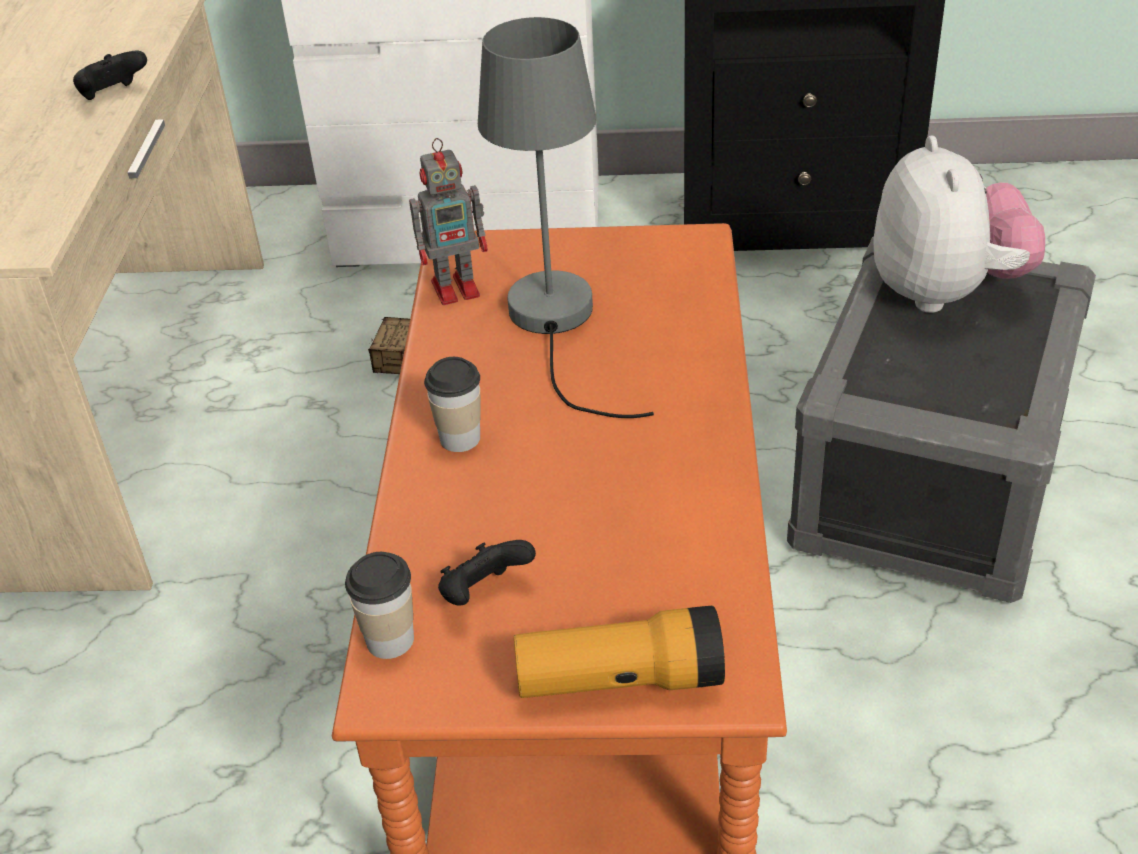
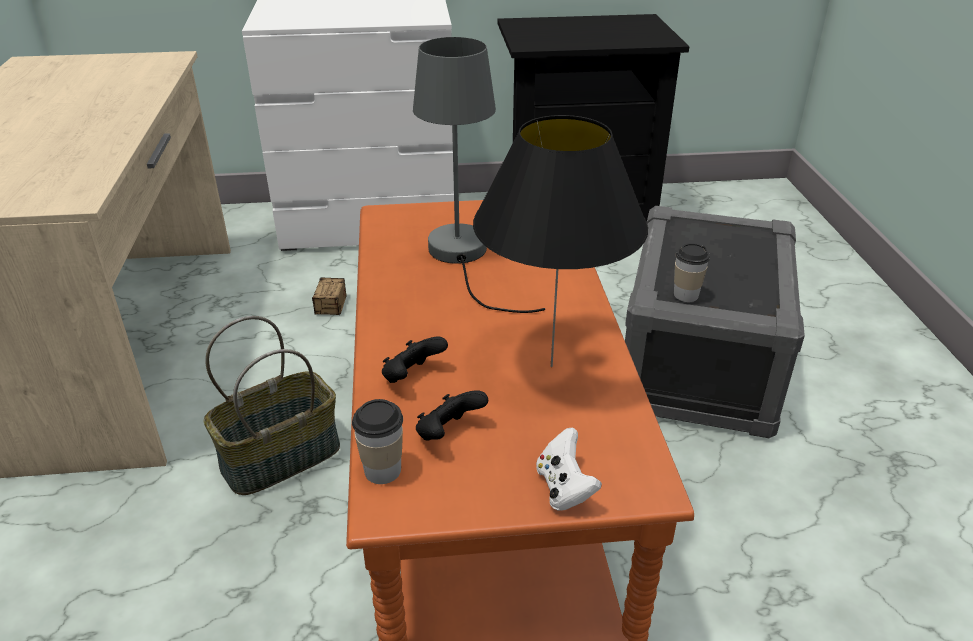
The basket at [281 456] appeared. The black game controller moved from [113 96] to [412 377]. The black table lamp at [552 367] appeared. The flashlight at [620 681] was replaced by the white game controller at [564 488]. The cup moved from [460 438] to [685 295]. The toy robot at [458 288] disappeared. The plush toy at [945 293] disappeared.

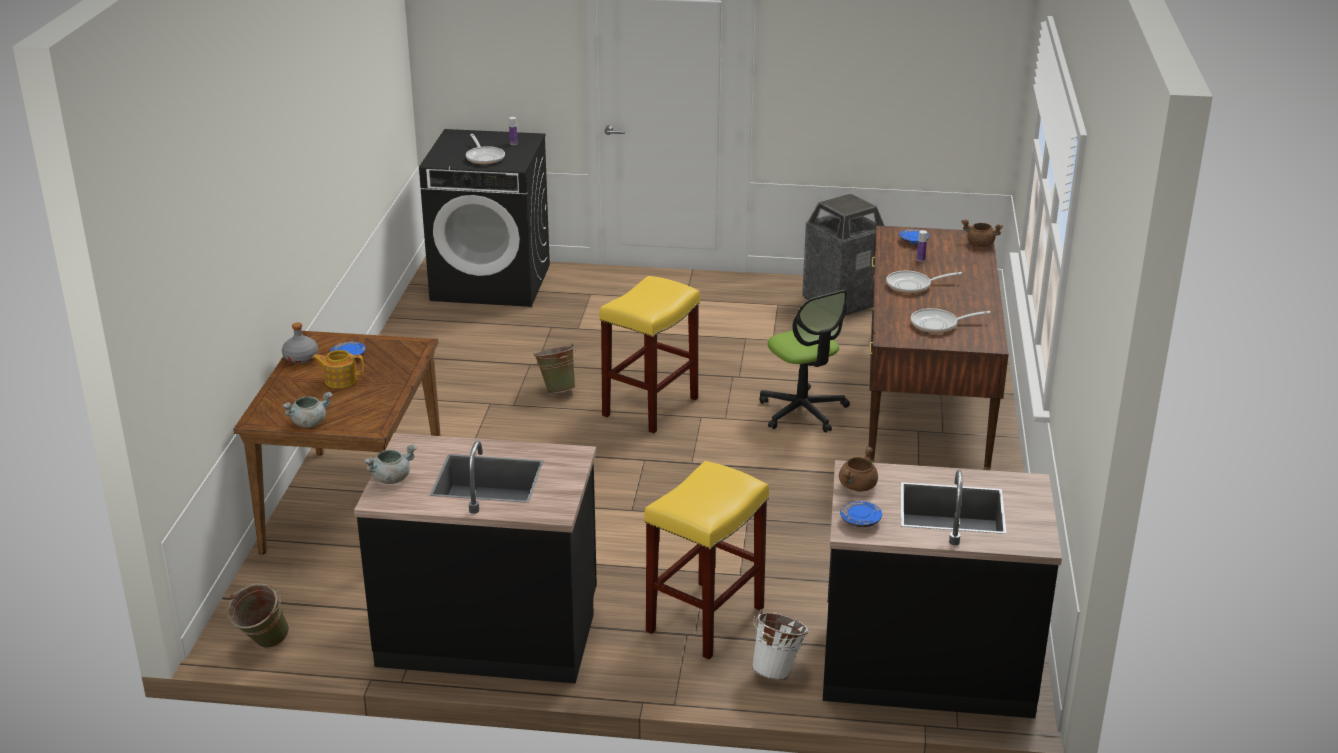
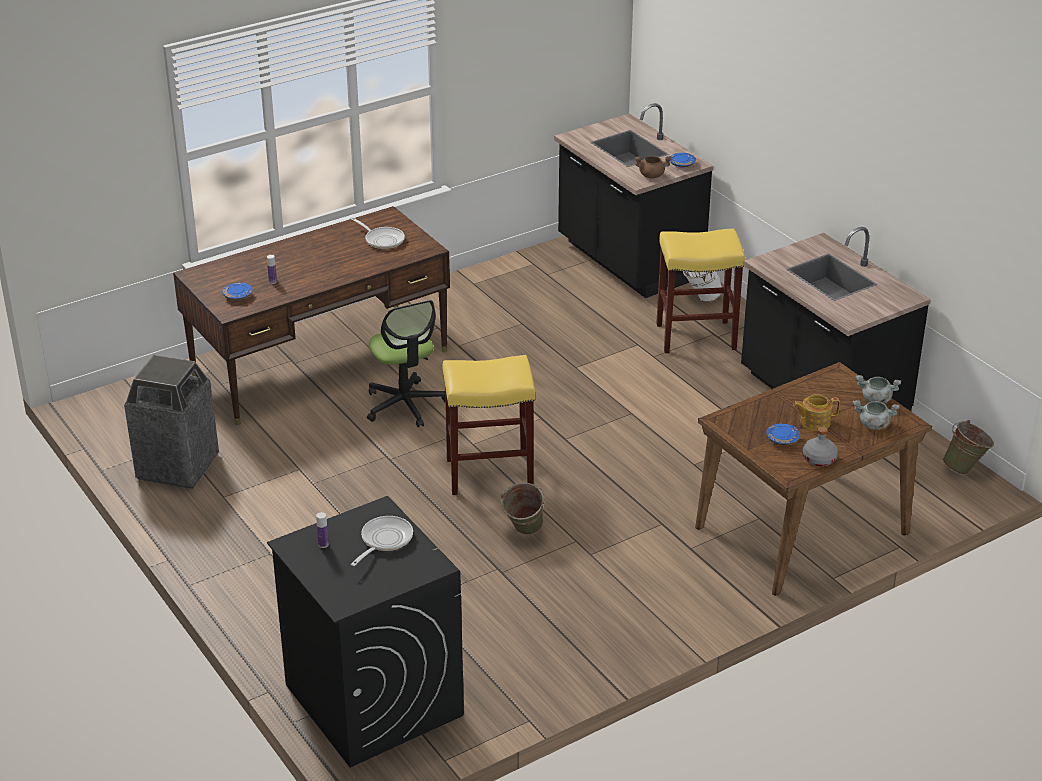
The office chair at [803 411] turned 135 degrees clockwise. The teapot at [340 380] turned 120 degrees clockwise. The grey cooking pot moved from [391 478] to [873 425]. The frying pan at [912 285] disappeared. The brown cooking pot at [979 244] disappeared.

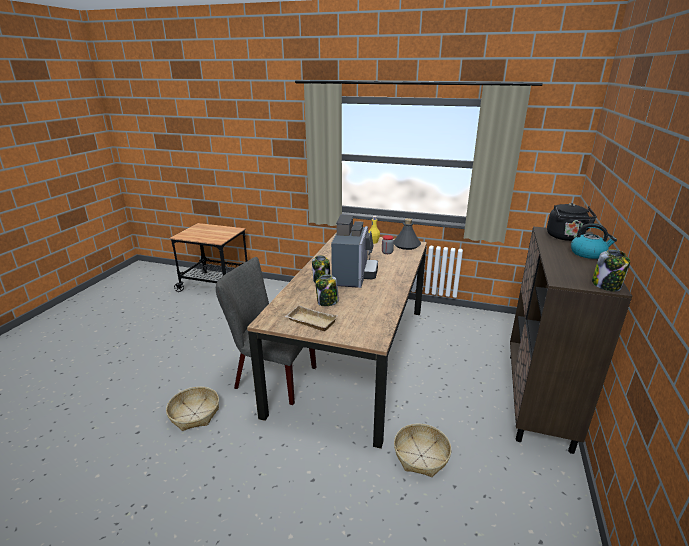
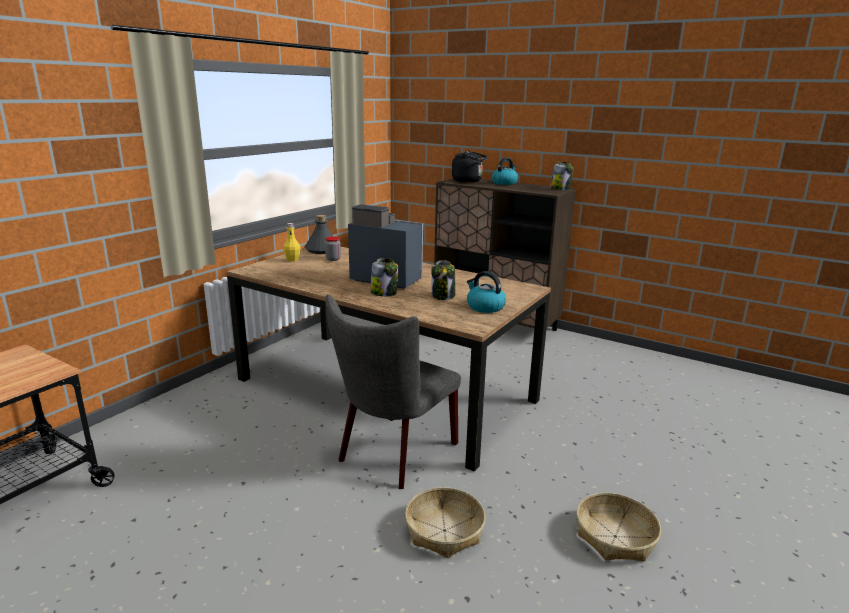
The beige tray at [310 322] was replaced by the kettle at [484 307]. The basket moved from [421 456] to [615 537].

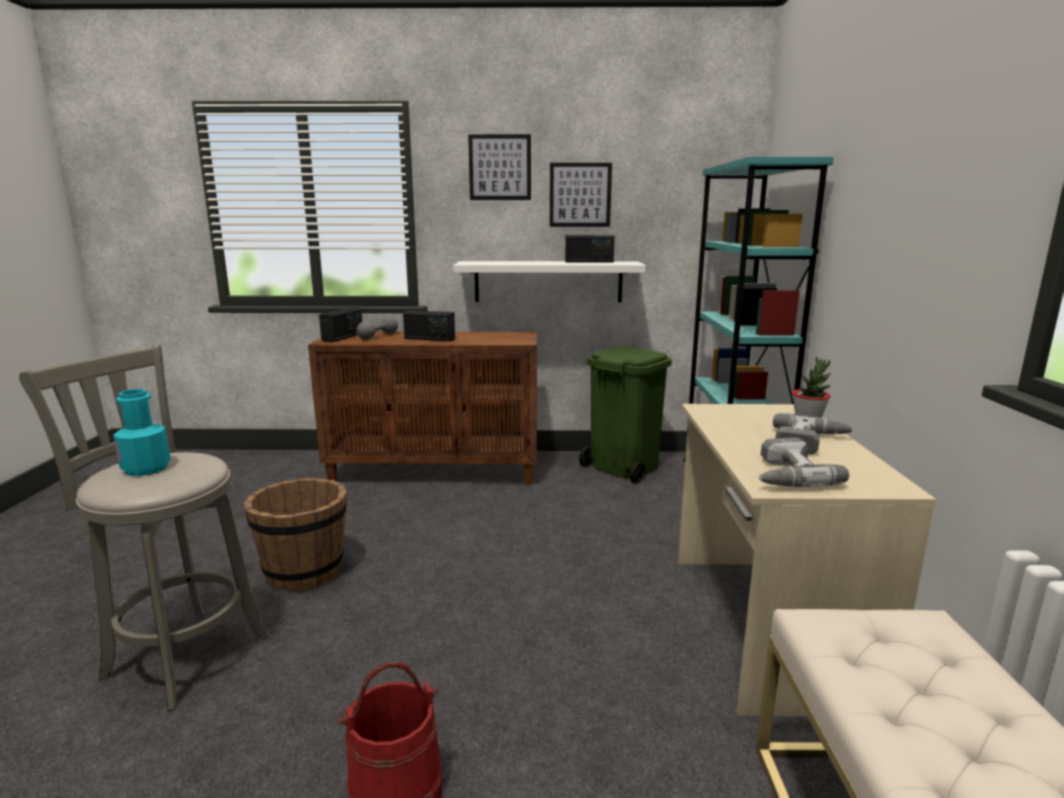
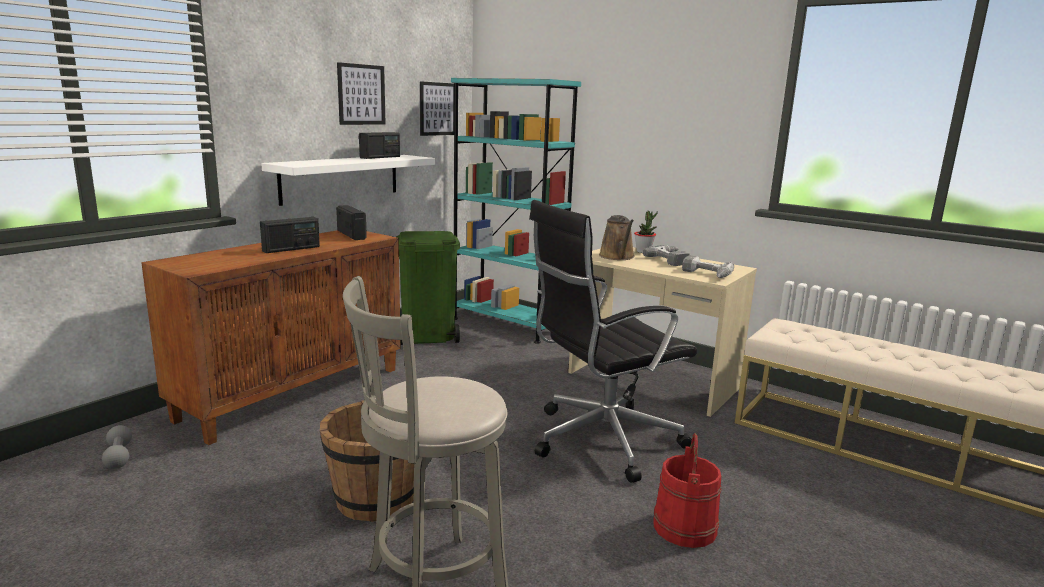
The grey dumbbell moved from [378 336] to [119 456]. The radio moved from [343 337] to [352 235]. The picture moved from [500 167] to [437 109]. The black office chair at [601 440] appeared. The brown watering can at [617 257] appeared. The turquoise bottle at [146 468] disappeared.

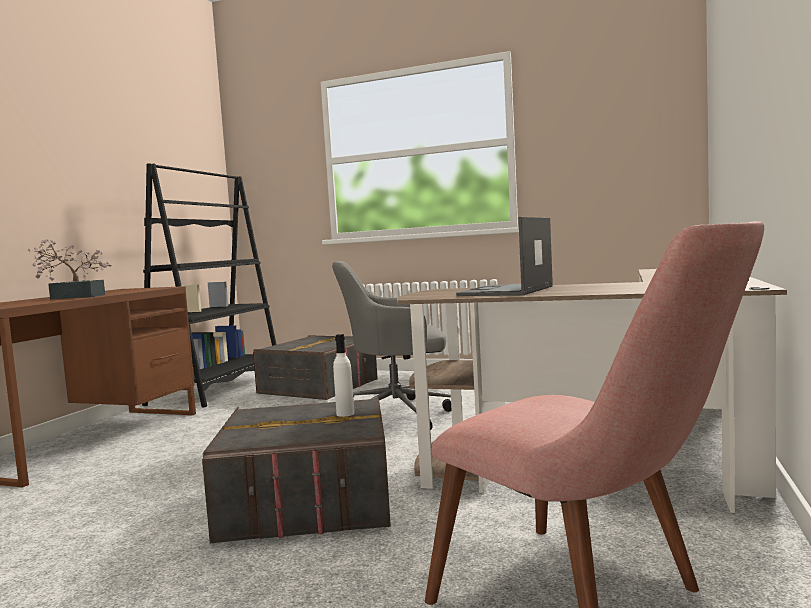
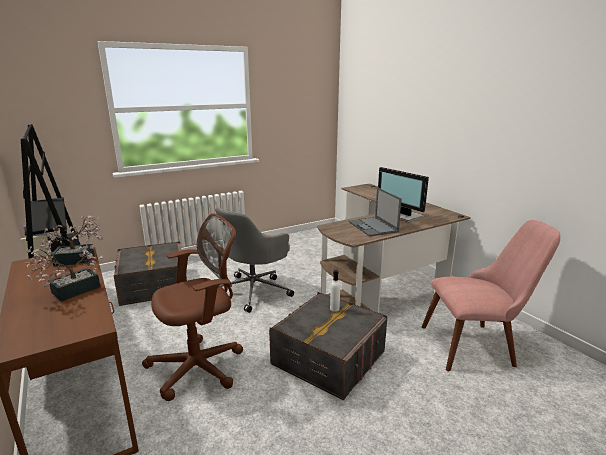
The potted plant at [79 260] appeared. The brown office chair at [200 366] appeared. The monitor at [404 216] appeared.

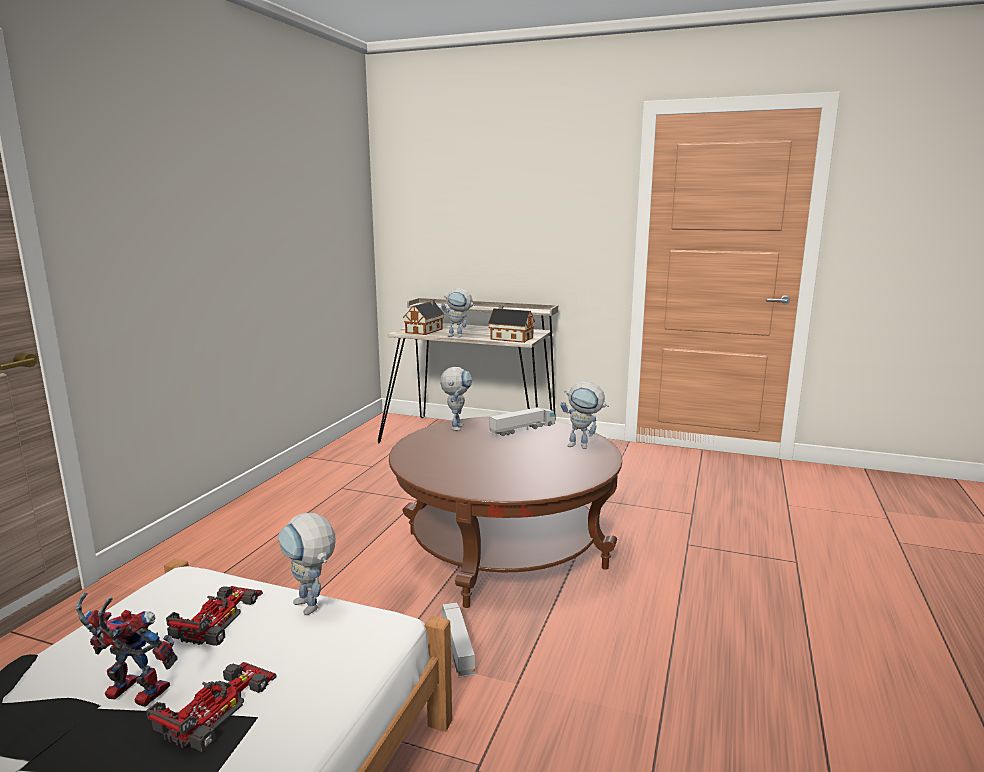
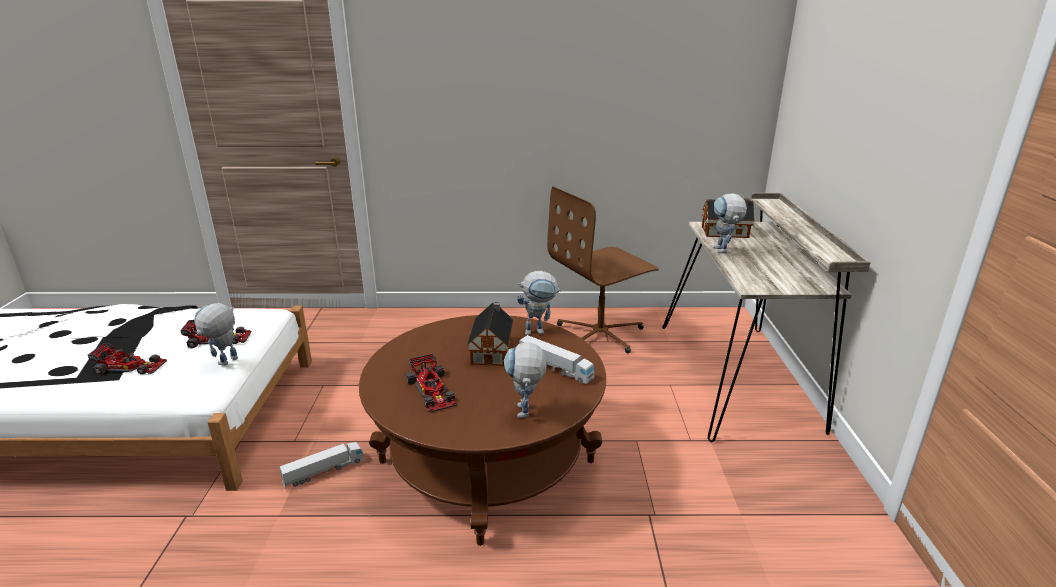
The toy car at [432 390] appeared. The toy house moved from [510 338] to [492 350]. The brown office chair at [600 333] appeared. The toy robot at [129 693] disappeared.

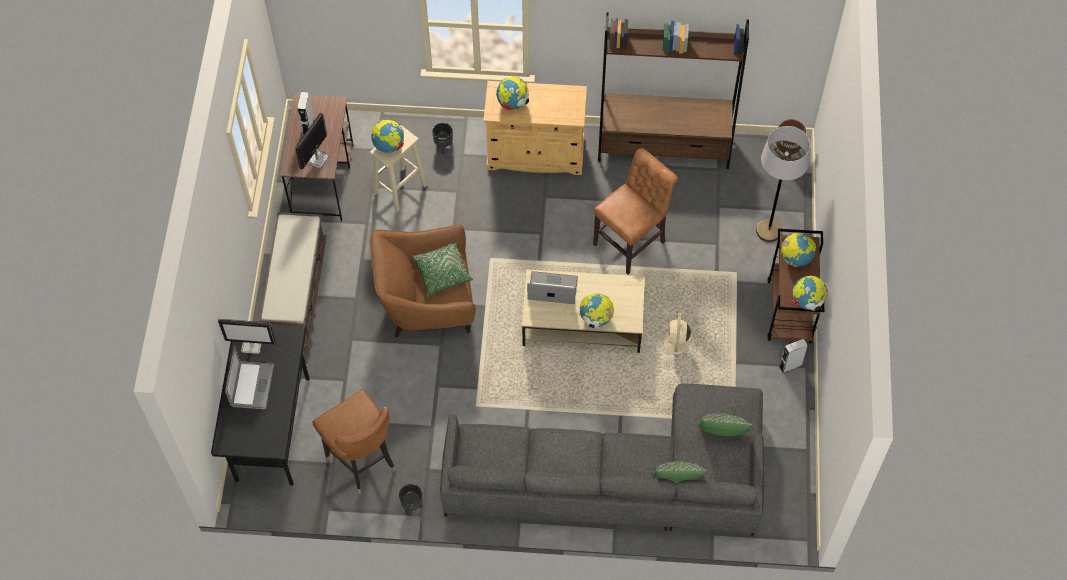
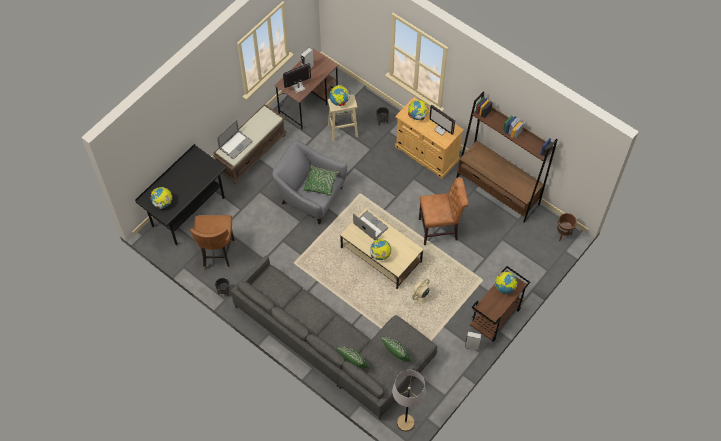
The globe moved from [807 301] to [163 203]. The laptop moved from [252 385] to [235 145]. The brown armchair at [427 303] became the grey armchair at [310 196]. The grey floor lamp moved from [768 231] to [405 423]. The monitor moved from [252 345] to [441 129].

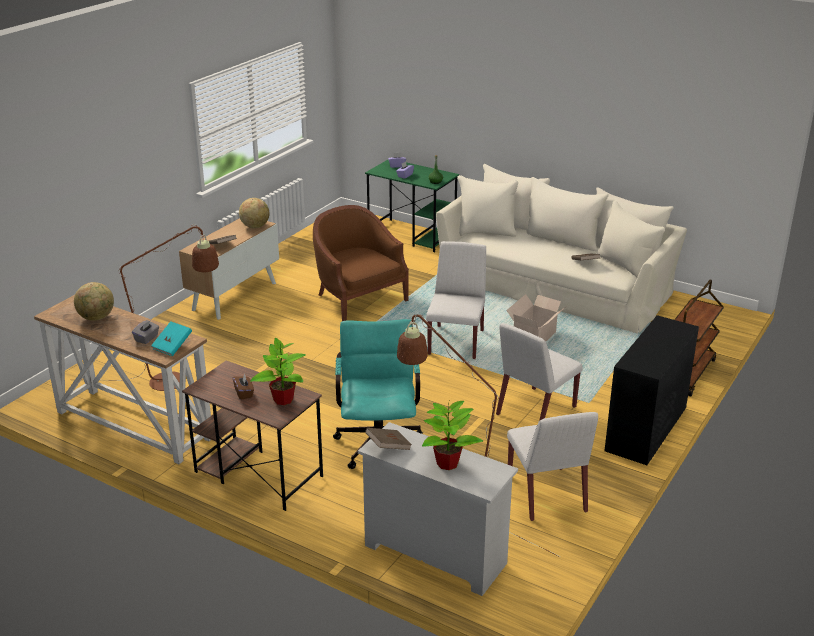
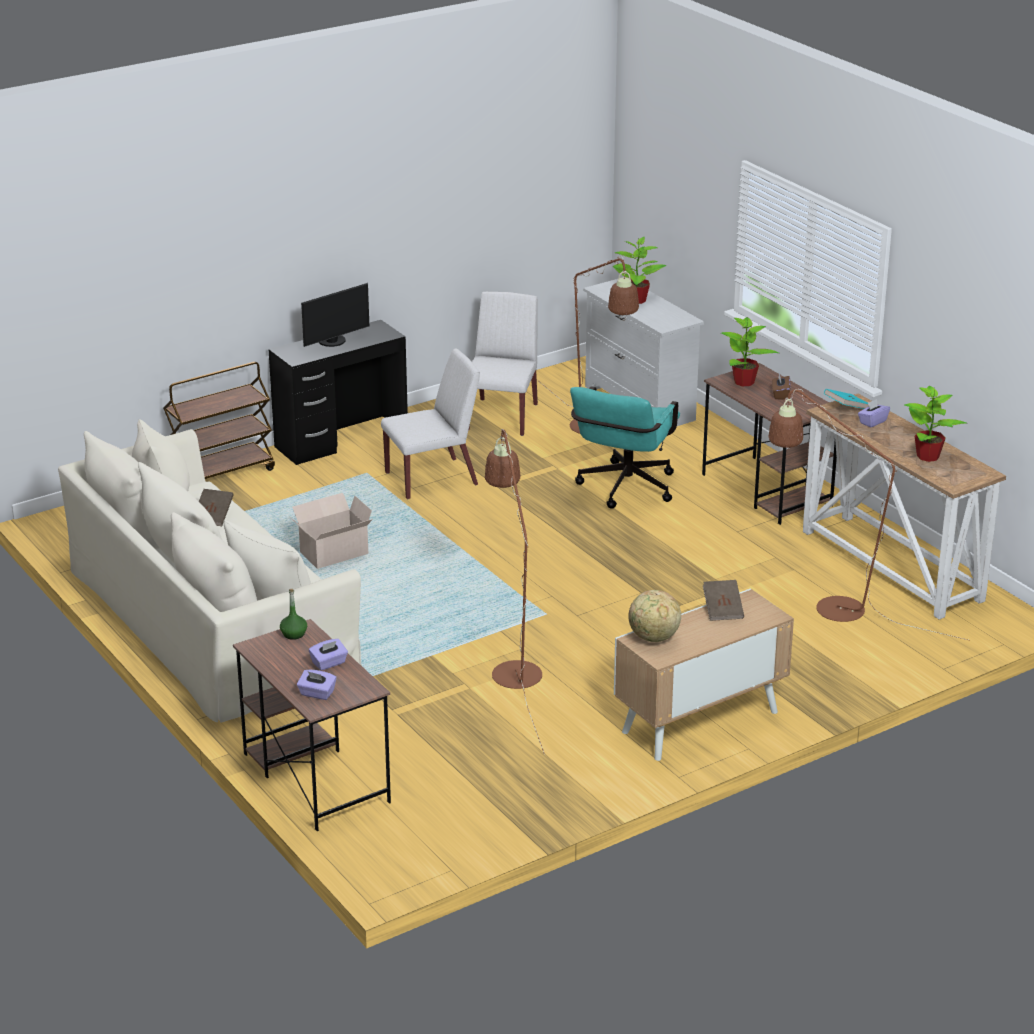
The green desk at [412 235] became the brown desk at [315 777]. The monitor at [334 342] appeared. The brown armchair at [358 299] was replaced by the brown floor lamp at [513 667]. The grey tissue box at [147 338] became the purple tissue box at [872 422]. The globe at [97 318] was replaced by the potted plant at [928 456]. The brown book at [388 447] disappeared. The white chair at [456 341] disappeared.

